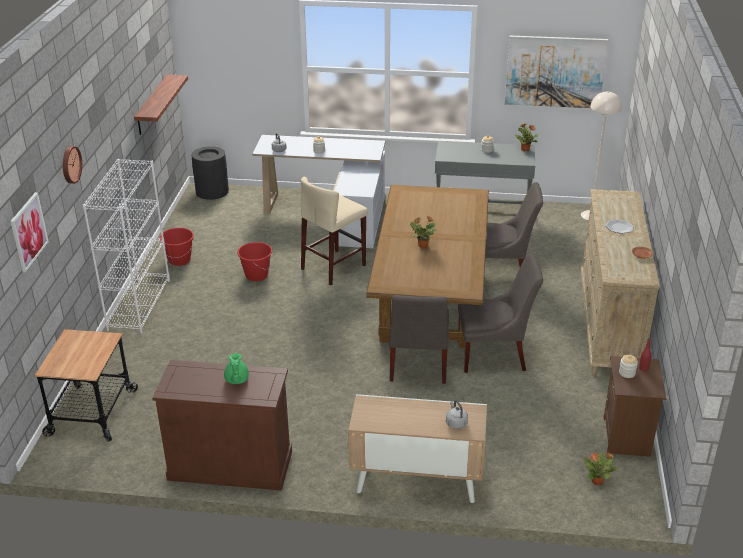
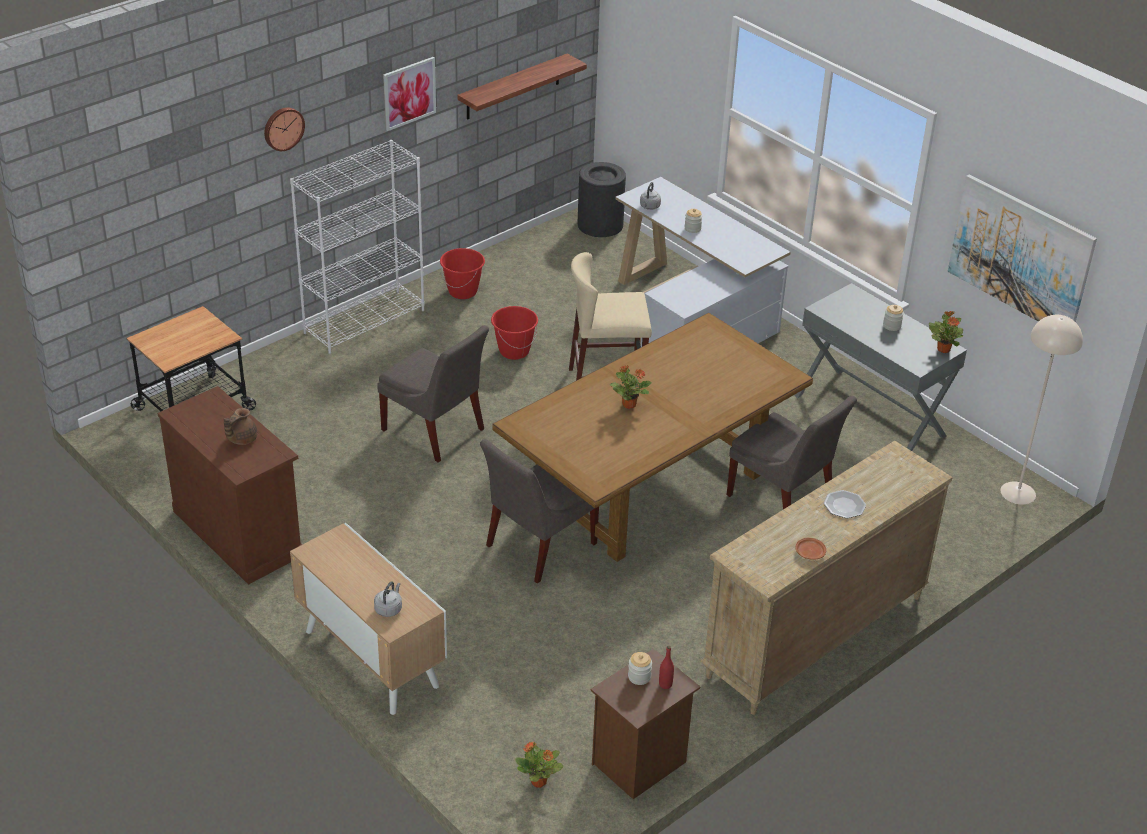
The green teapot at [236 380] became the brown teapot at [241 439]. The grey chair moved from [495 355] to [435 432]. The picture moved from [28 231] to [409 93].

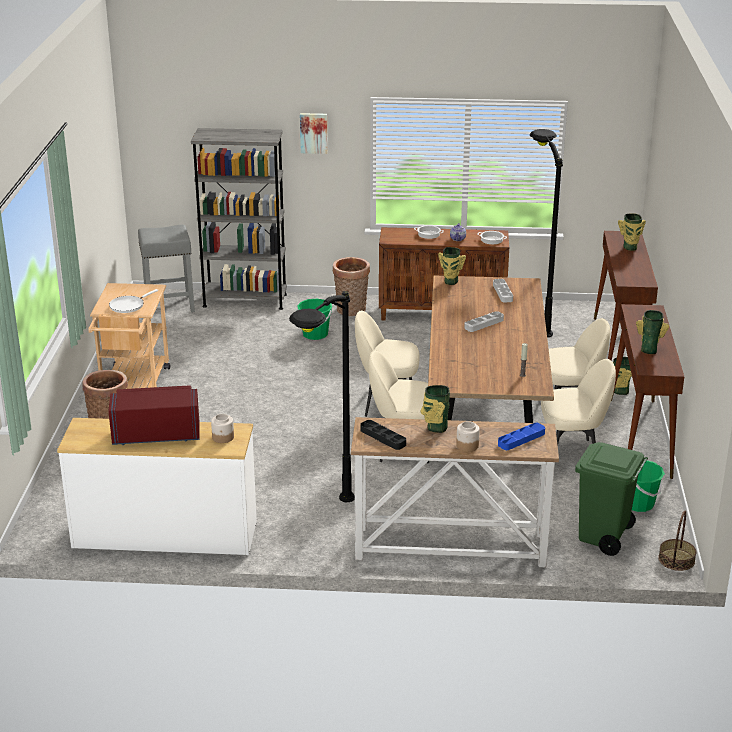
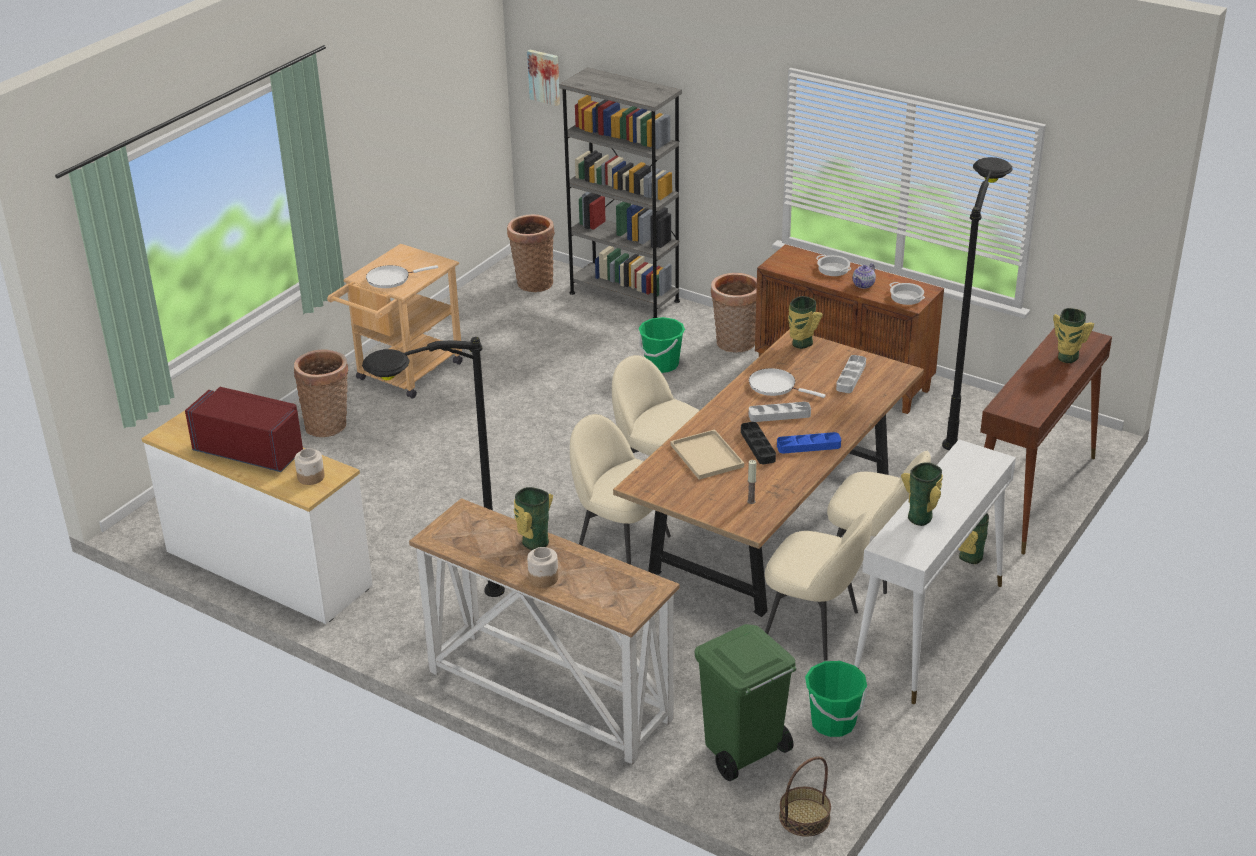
The grey stool at [168 306] was replaced by the basket at [533 282]. The picture moved from [314 132] to [545 77]. The beige tray at [708 456] appeared. The black tray moved from [383 437] to [757 446]. The white frying pan at [775 386] appeared. The blue tray moved from [521 439] to [808 446]. The brown console table at [639 437] became the white console table at [928 631].

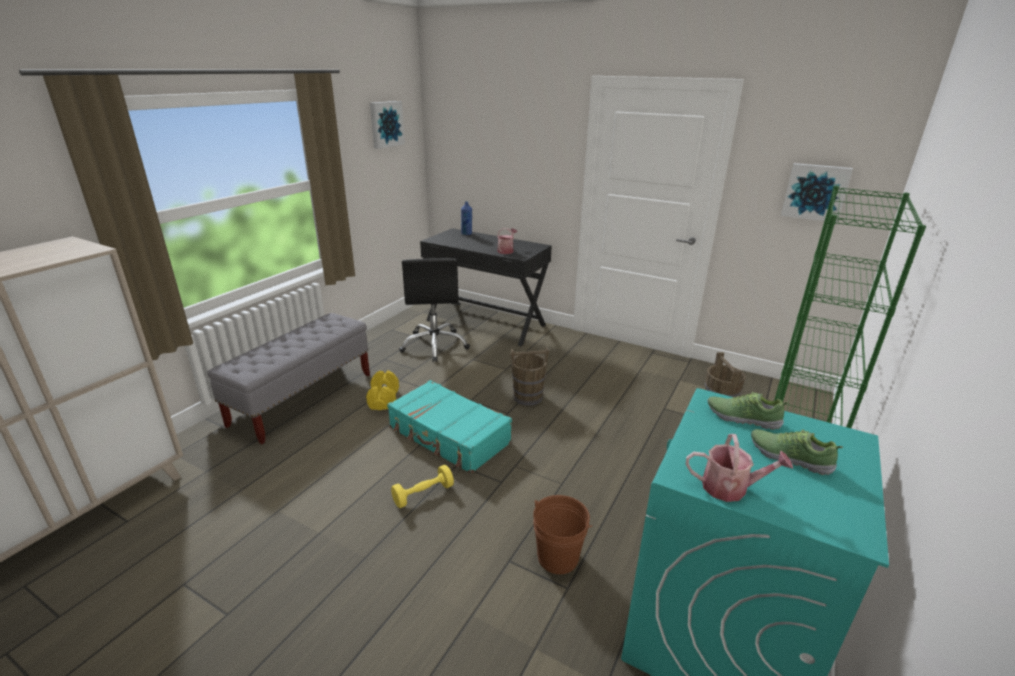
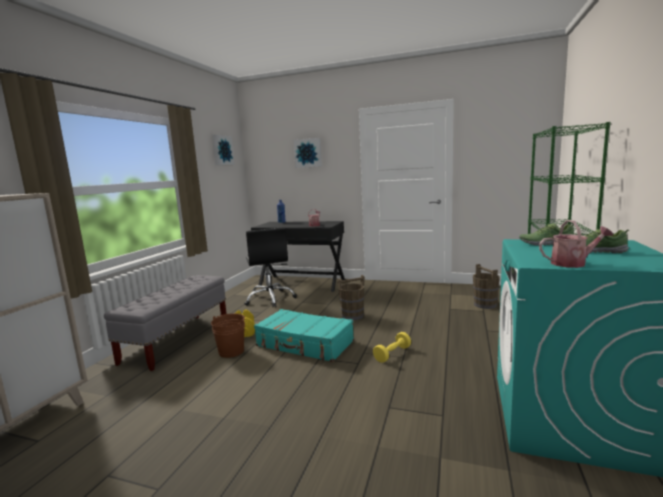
The brown bucket moved from [558 557] to [231 351]. The picture moved from [815 192] to [308 153]. The yellow dumbbell moved from [423 494] to [392 354].

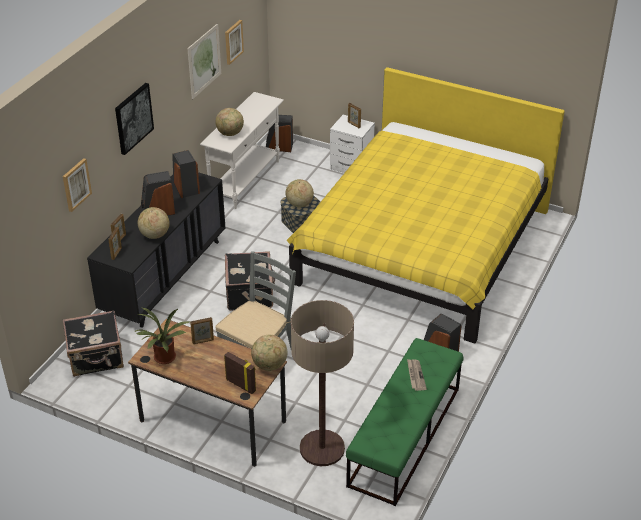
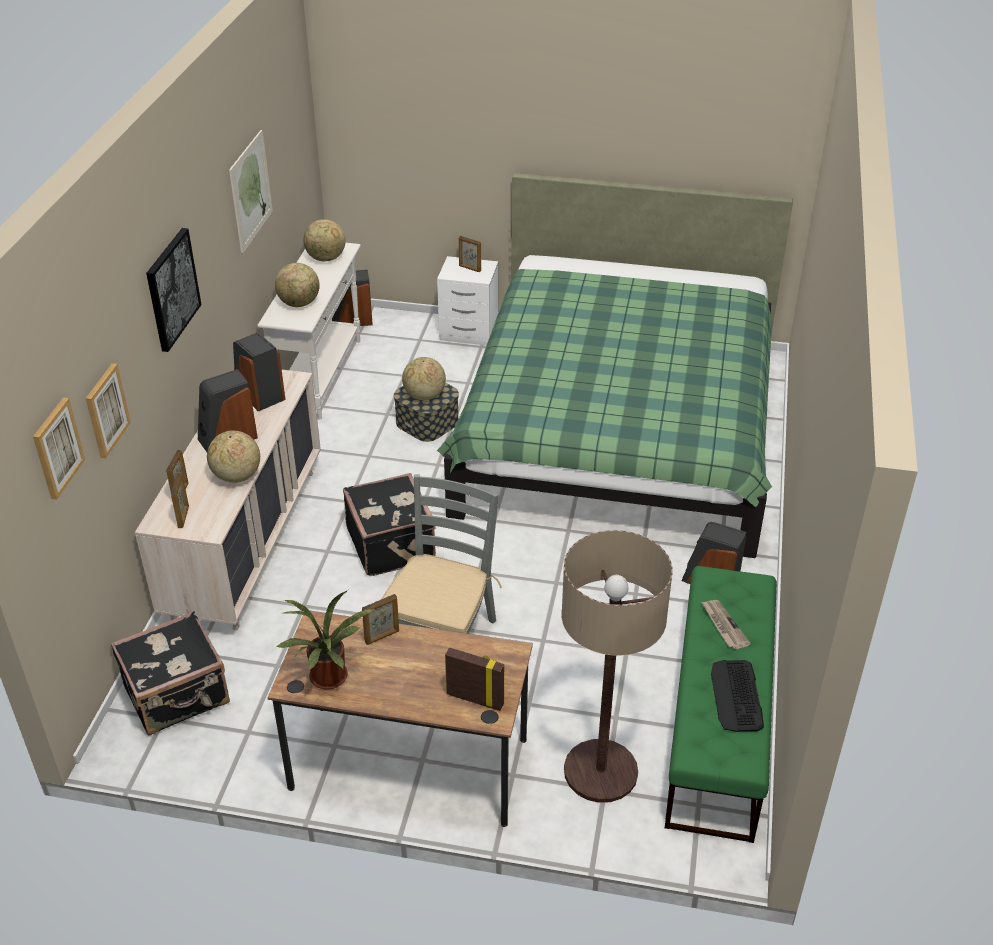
The picture moved from [233 41] to [57 448]. The black dresser at [165 276] became the beige dresser at [246 541]. The globe moved from [269 365] to [326 259]. The yellow bed at [422 246] became the green bed at [618 429]. The keyboard at [736 696] appeared.

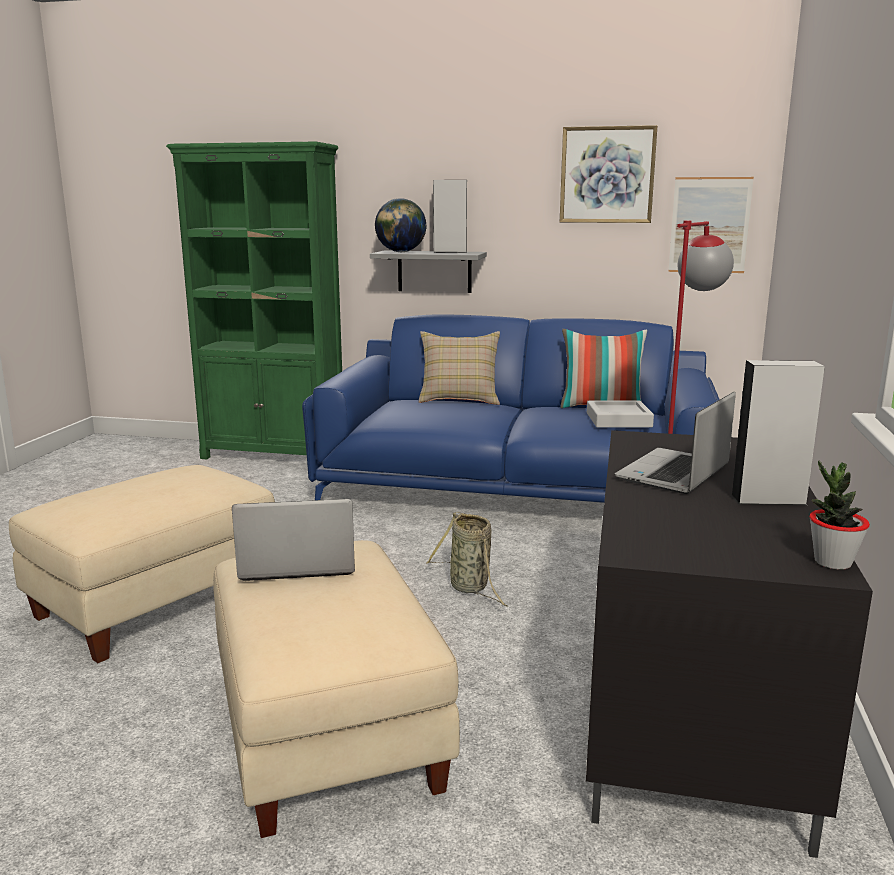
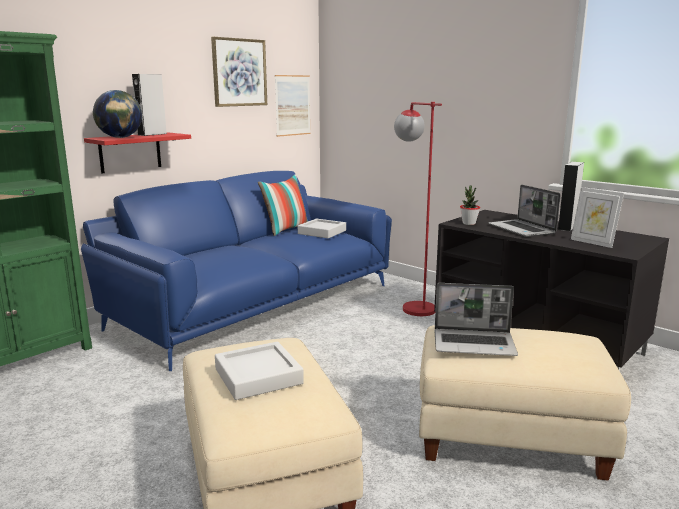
The grey shelf at [434 271] became the red shelf at [130 152]. The grey tray at [258 376] appeared. The laptop at [296 563] turned 105 degrees counterclockwise. The potted plant moved from [832 562] to [469 223]. The picture frame at [593 242] appeared. The beige pillow at [459 399] disappeared. The basket at [470 588] disappeared.

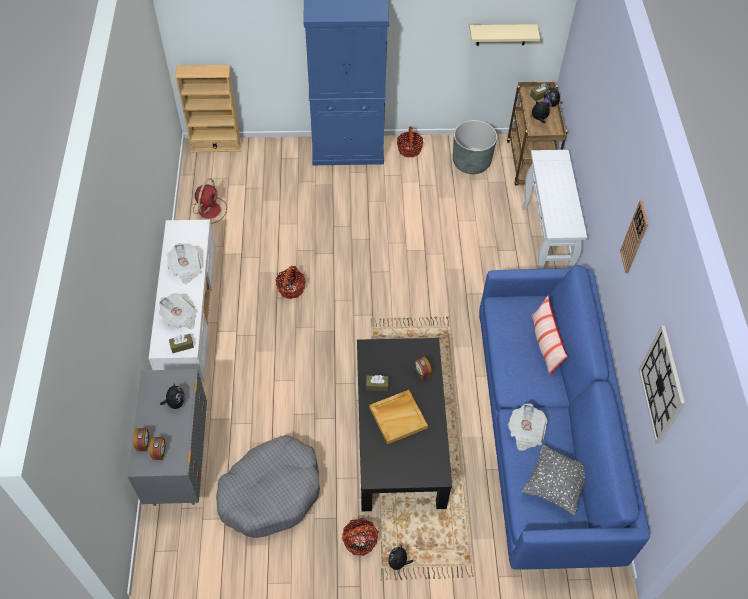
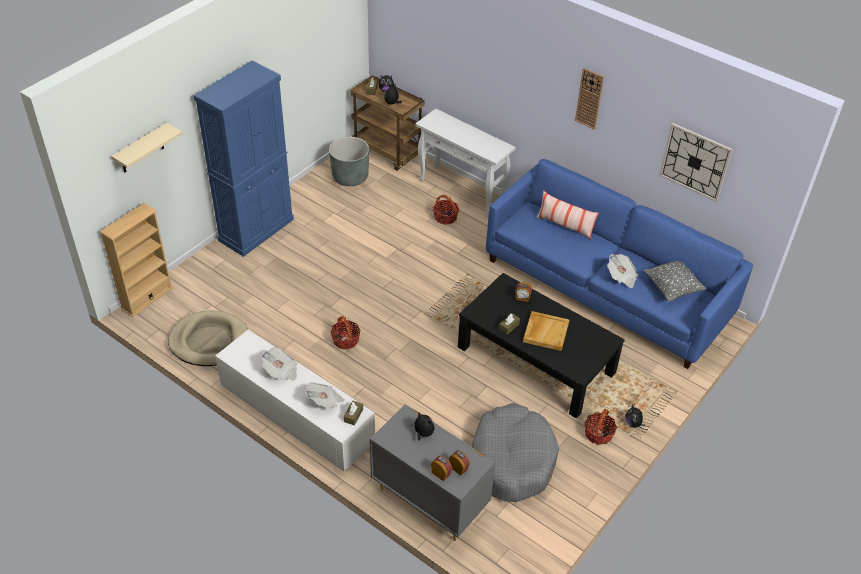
The beige shelf moved from [501 34] to [141 149]. The red fan at [210 209] was replaced by the beige dog bed at [209 341]. The basket moved from [409 149] to [445 217].

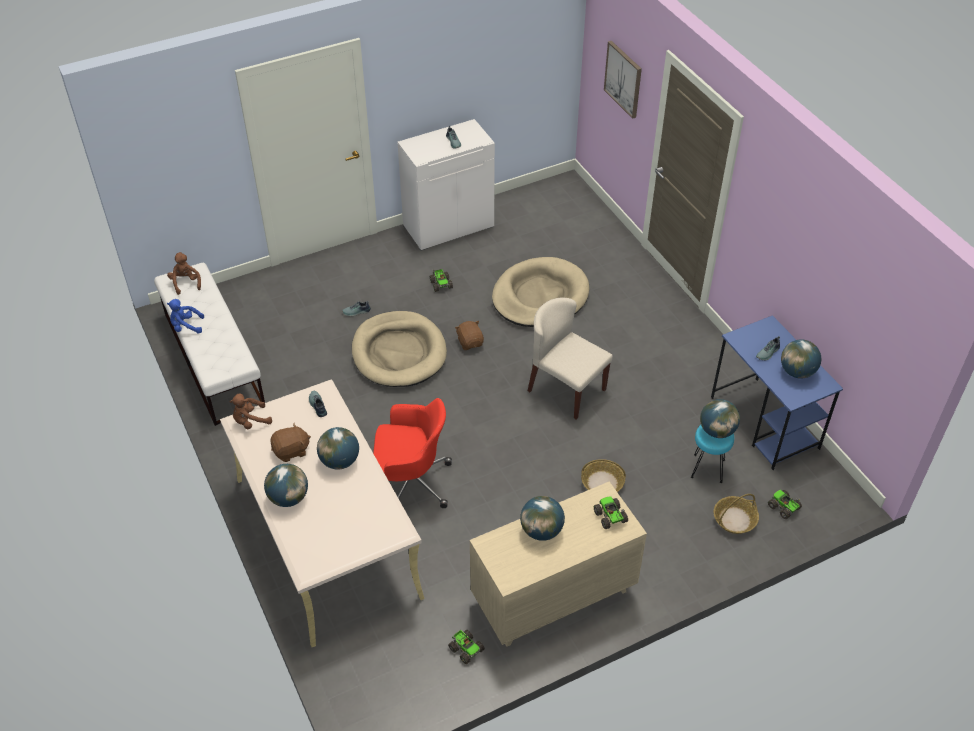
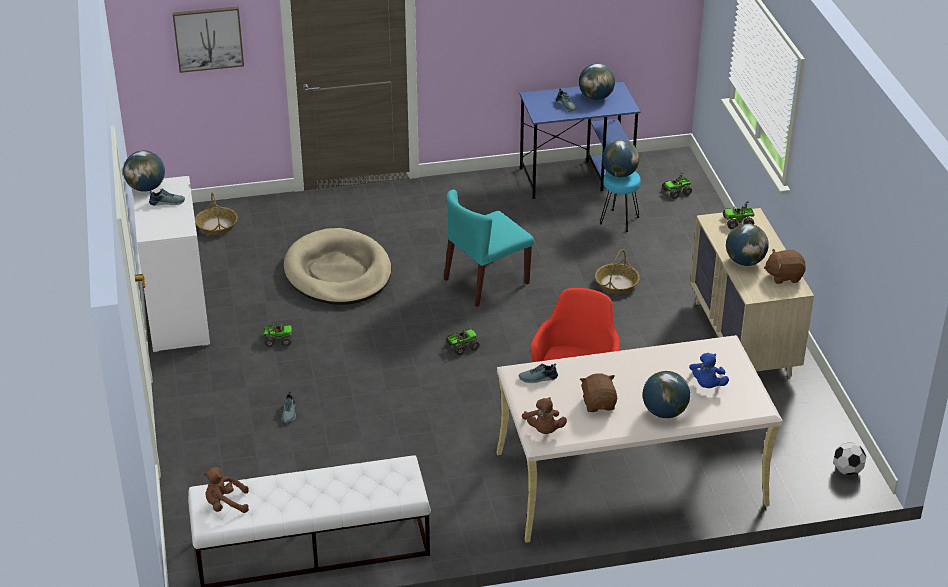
The globe moved from [340 461] to [146 188]. The basket moved from [734 519] to [216 225]. The beige chair at [566 390] became the turquoise chair at [486 282]. The toy truck moved from [466 649] to [462 346]. The blue plush toy moved from [186 326] to [707 385]. The brown plush toy moved from [470 342] to [784 276]. The football at [847 470] appeared. The beige dog bed at [399 352] disappeared.

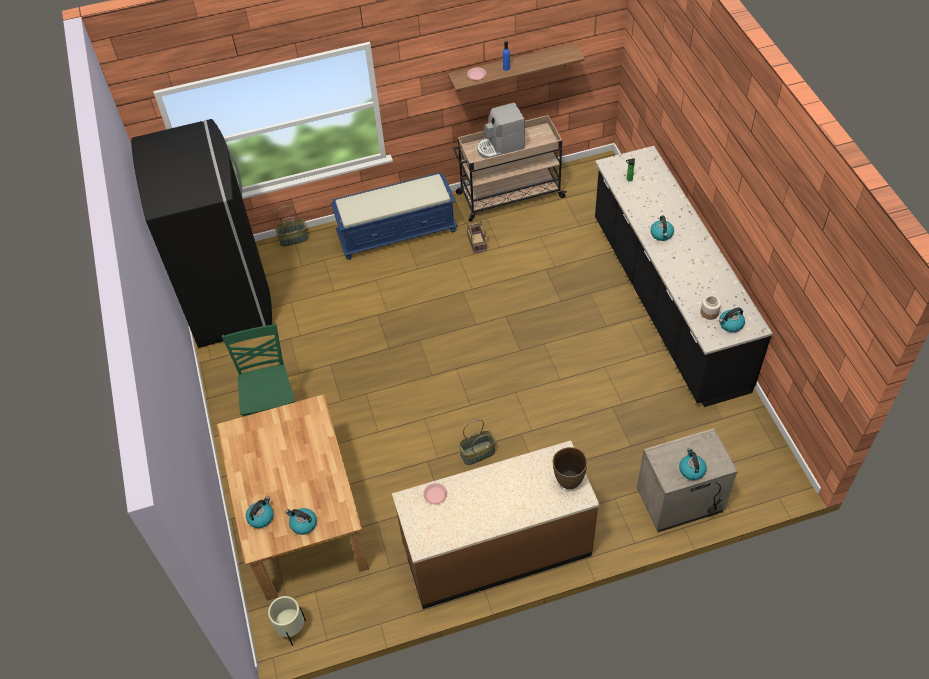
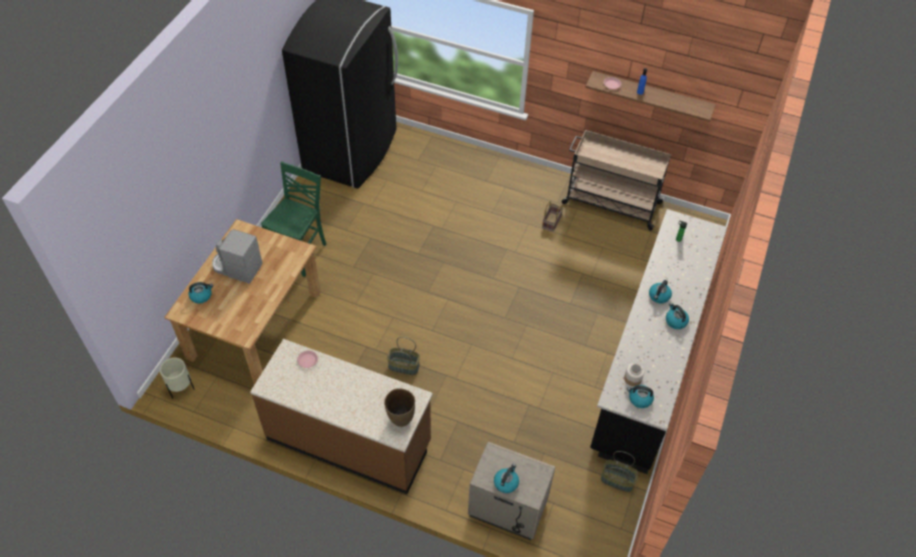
The coffee machine moved from [500 148] to [236 267]. The basket moved from [294 238] to [617 480]. The kettle moved from [303 524] to [675 321]. The blue bench at [397 232] disappeared.

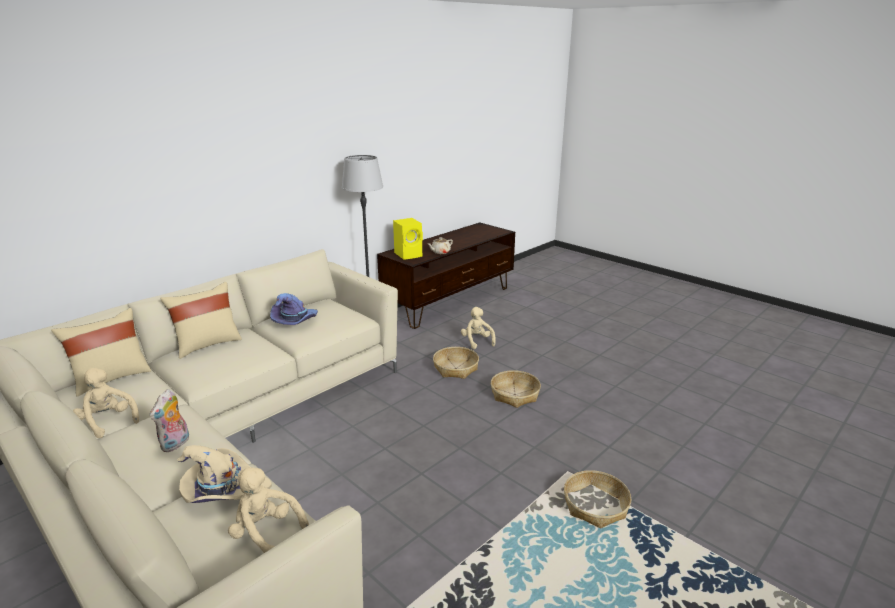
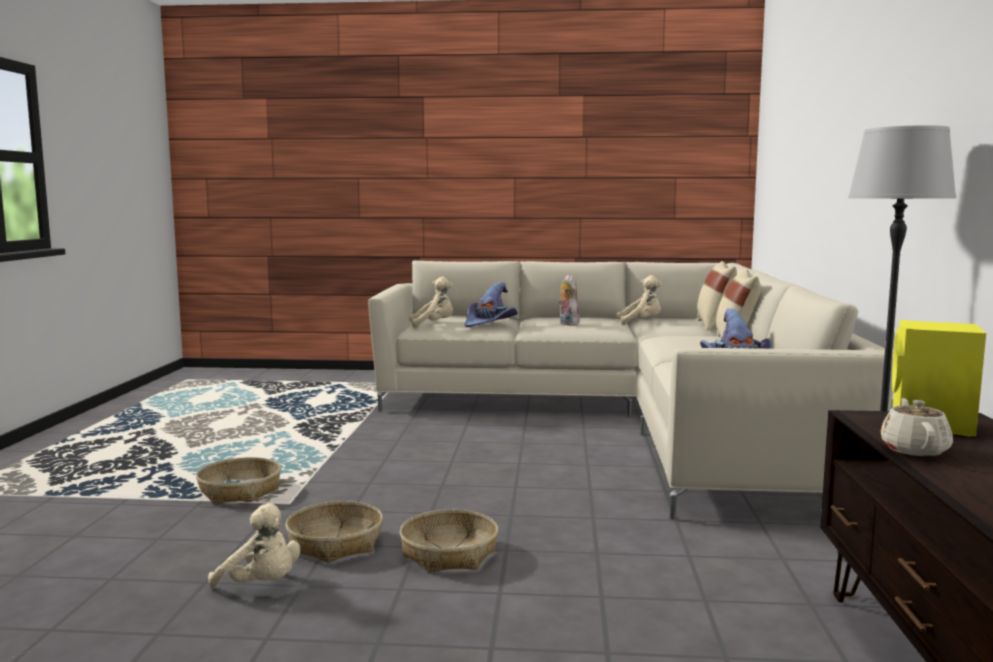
The beige plush toy moved from [477 341] to [261 585]. The basket moved from [455 368] to [335 543]. The beige hat at [223 490] became the purple hat at [490 323].

